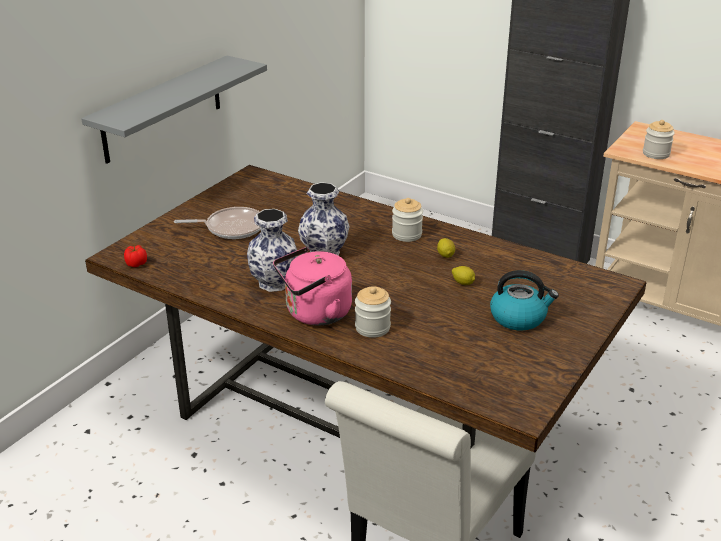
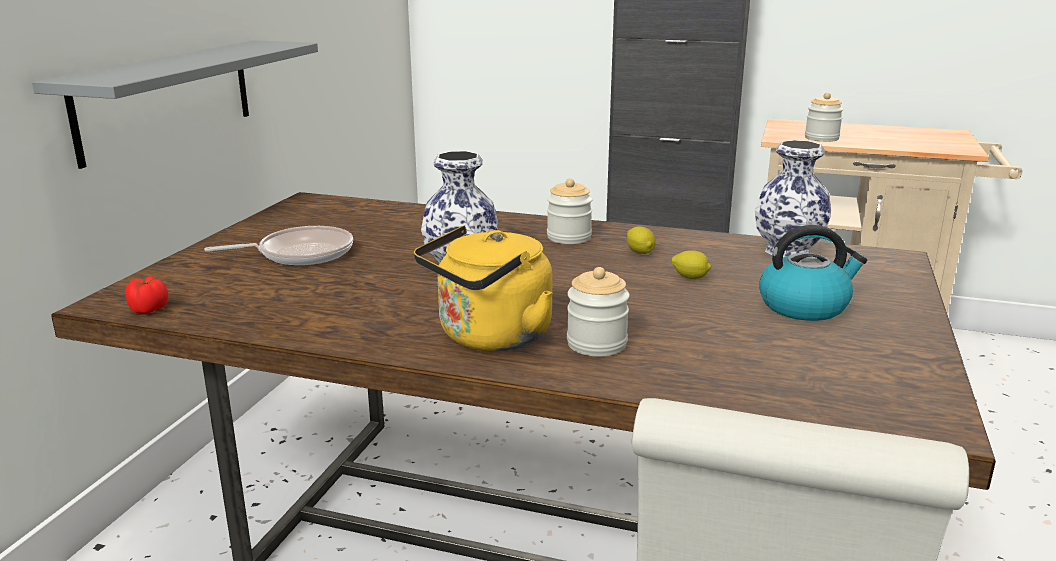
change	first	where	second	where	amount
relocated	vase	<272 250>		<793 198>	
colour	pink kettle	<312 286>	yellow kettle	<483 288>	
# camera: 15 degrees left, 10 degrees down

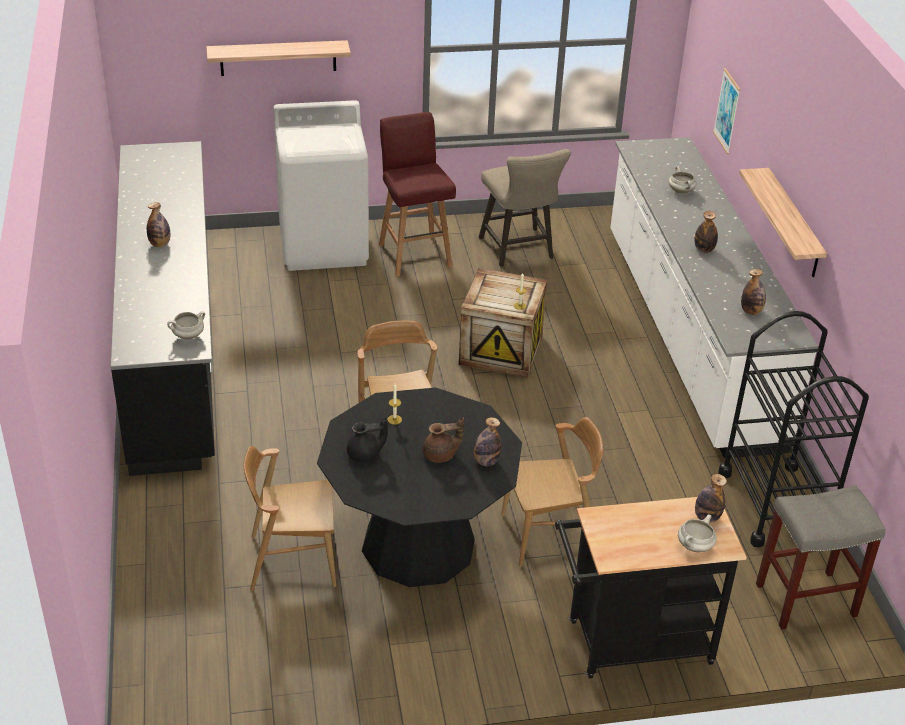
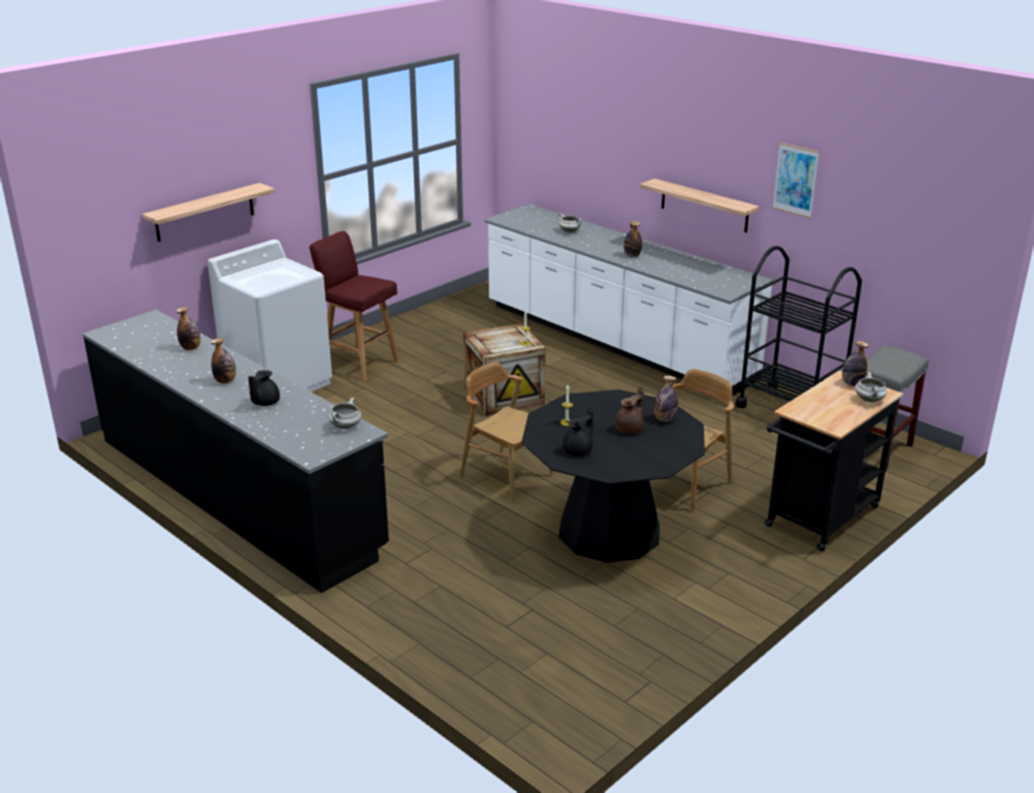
change	first	where	second	where	amount
missing	brown chair	<290 518>			
missing	beige stool	<525 208>			
appeared			black teapot	<264 388>	
relocated	picture	<727 111>		<795 180>	
relocated	bottle	<753 292>		<188 328>	
# camera: 35 degrees left, 10 degrees down

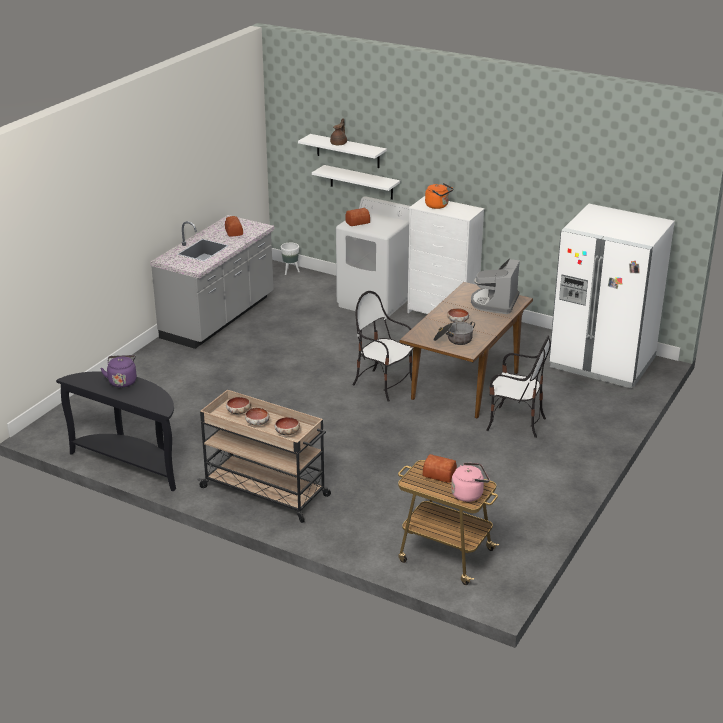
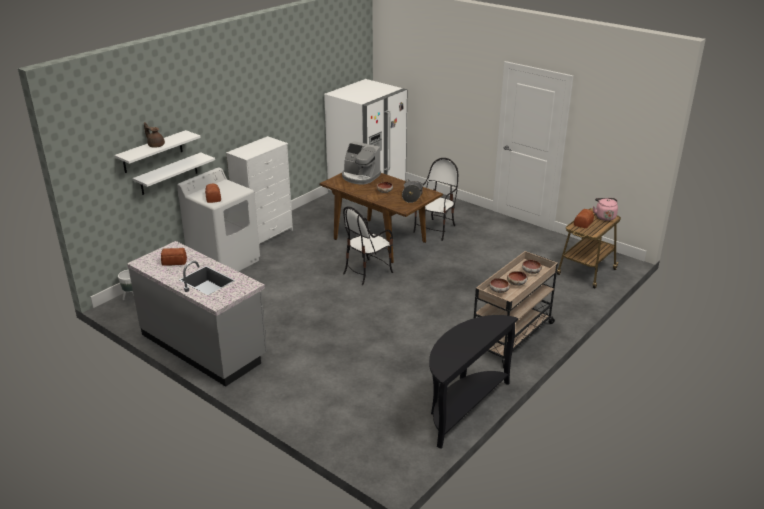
change	first	where	second	where	amount
missing	purple kettle	<118 371>			
missing	orange kettle	<439 196>			
# camera: 80 degrees left, 0 degrees up

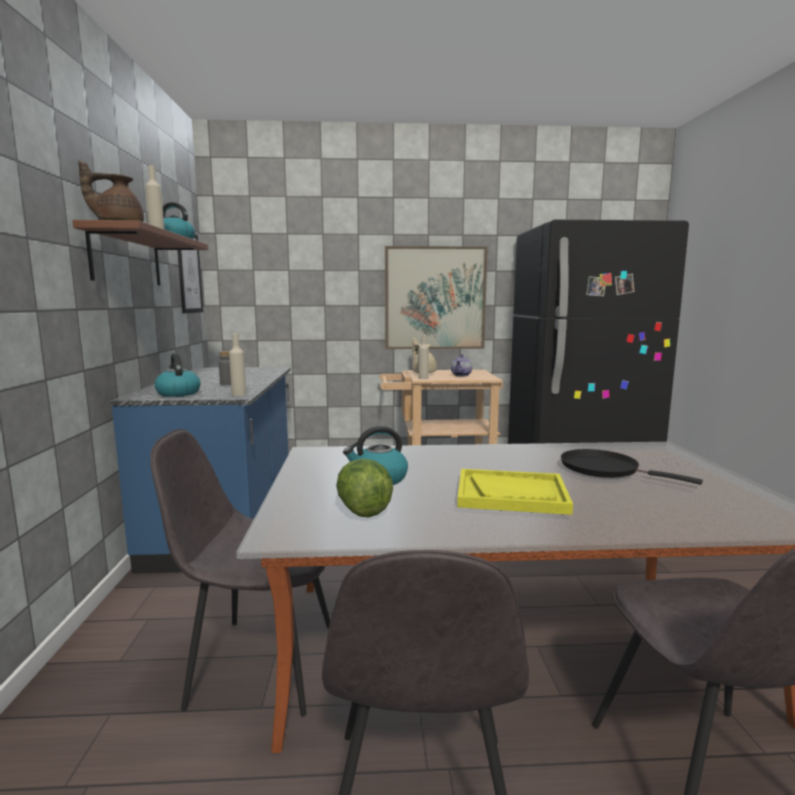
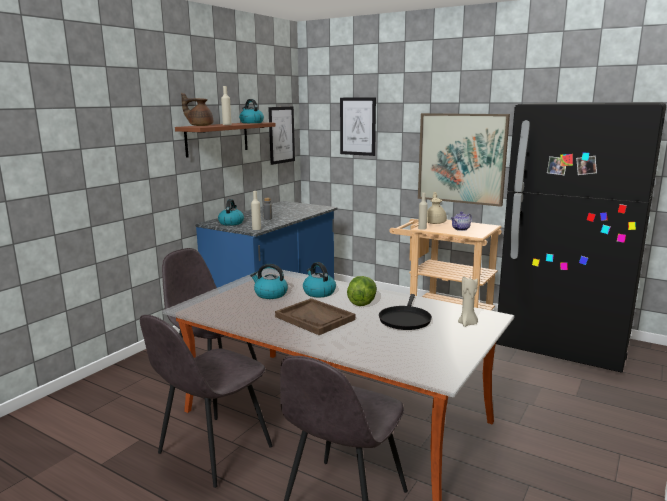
change	first	where	second	where	amount
appeared			kettle	<319 279>	
appeared			picture	<358 126>	
appeared			beige candle	<468 302>	
relocated	lettuce	<364 488>		<362 291>	
colour	yellow tray	<515 492>	brown tray	<315 316>	
spun	black frying pan	<632 467>		<405 312>	150 degrees counterclockwise
# camera: 35 degrees right, 5 degrees up

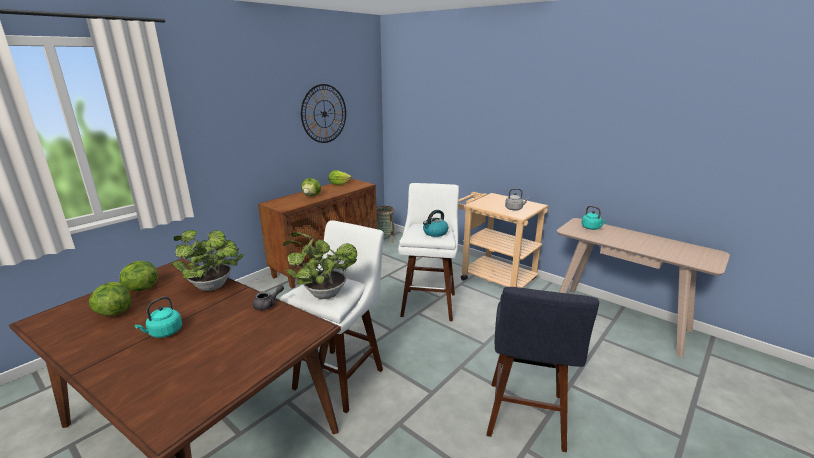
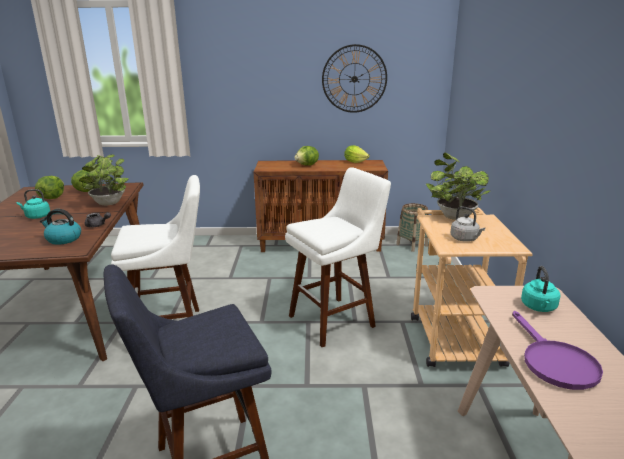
change	first	where	second	where	amount
appeared			purple frying pan	<557 350>	
relocated	potted plant	<320 265>		<458 186>	
relocated	kettle	<435 223>		<60 227>	
# camera: 50 degrees right, 0 degrees up

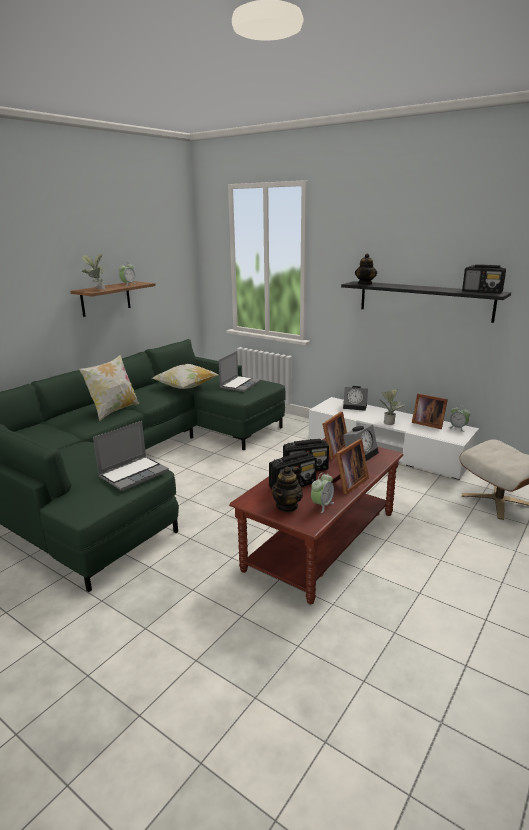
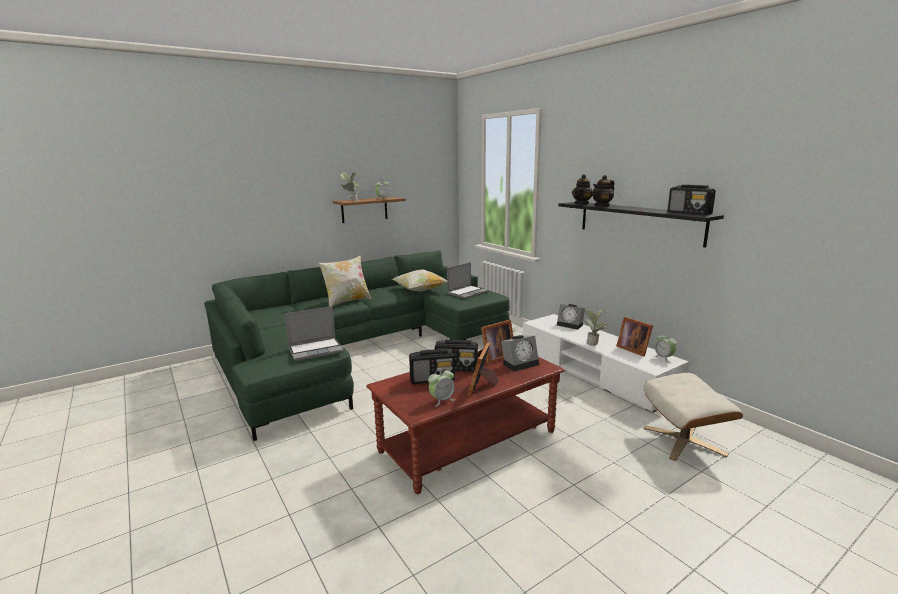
change	first	where	second	where	amount
relocated	teapot	<287 490>		<603 191>	
spun	picture frame	<349 466>		<483 369>	135 degrees clockwise
# camera: 20 degrees right, 5 degrees down

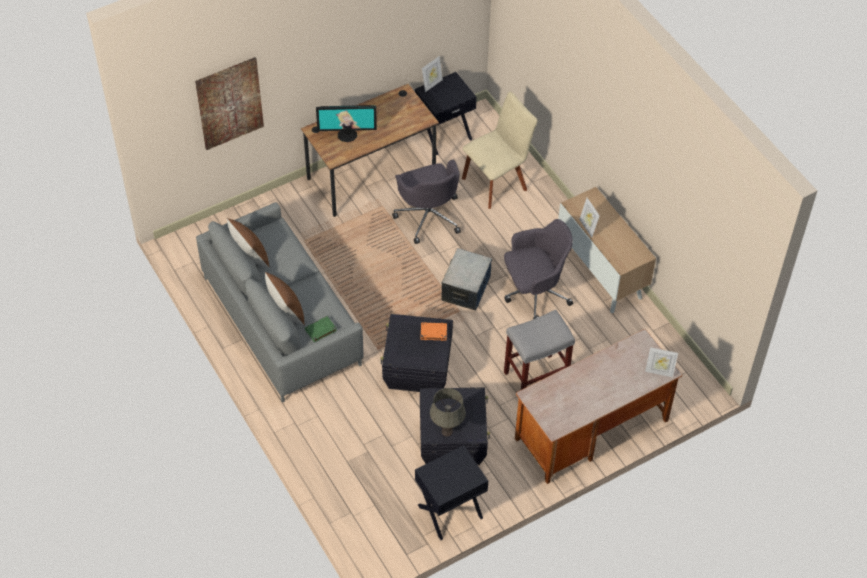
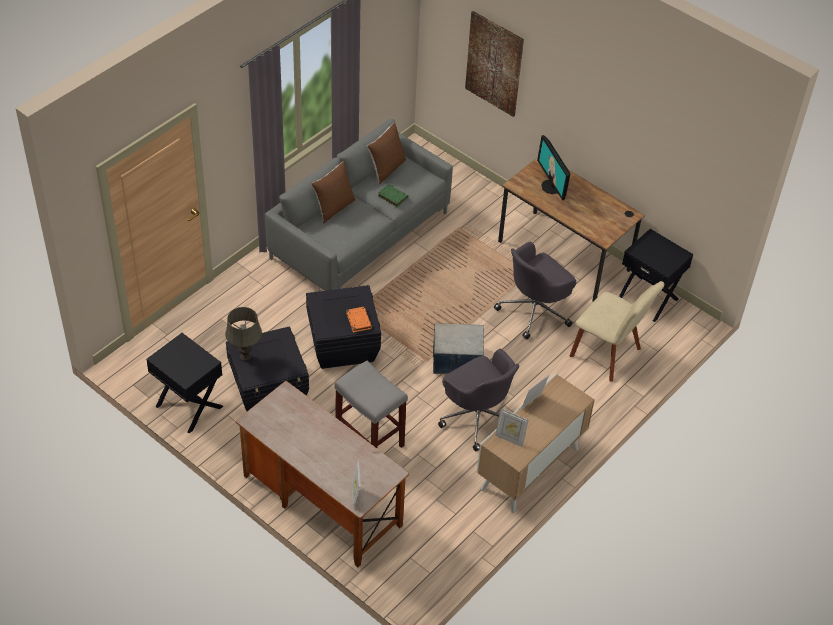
change	first	where	second	where	amount
relocated	green book	<321 329>		<393 195>	
relocated	picture frame	<432 74>		<512 427>	
# camera: 70 degrees right, 5 degrees down

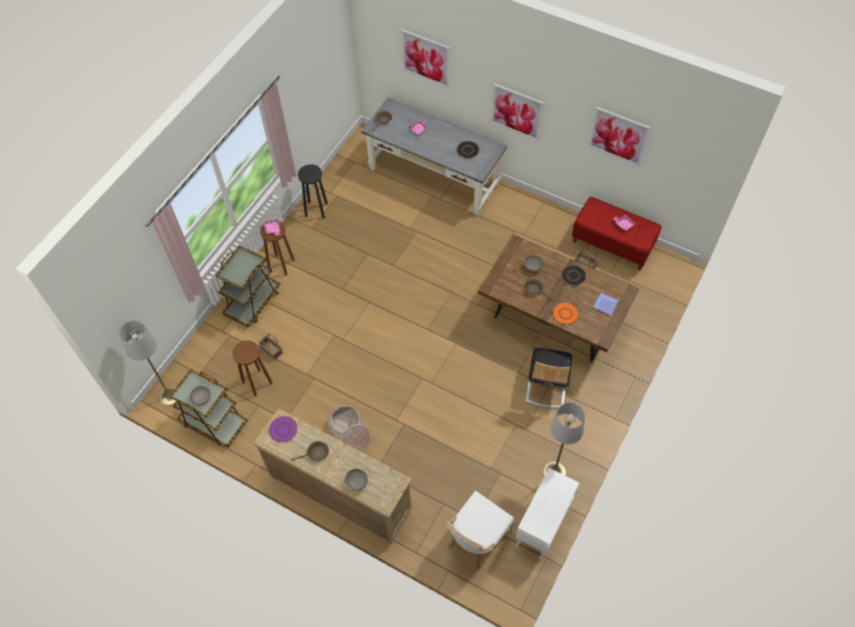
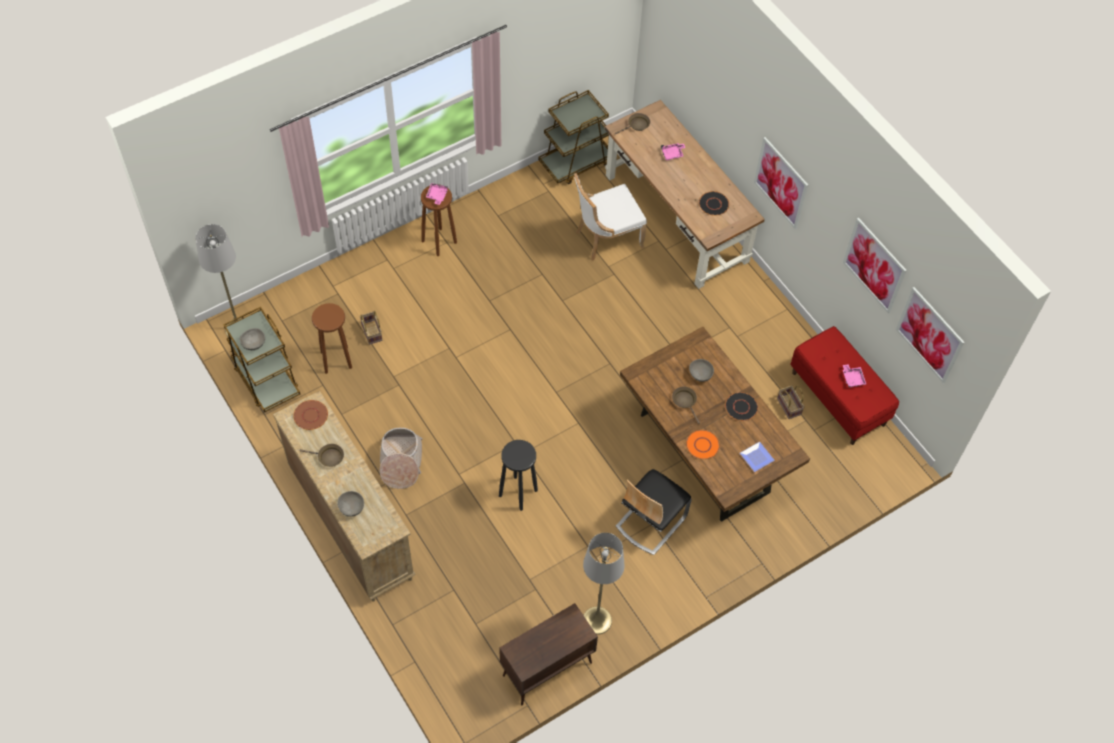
change	first	where	second	where	amount
relocated	brown cart	<248 286>		<573 137>	
relocated	black stool	<313 191>		<518 475>	
relocated	picture	<425 58>		<930 335>	
relocated	white chair	<479 530>		<610 217>	
colour	purple plate	<283 429>	brown plate	<310 415>	
colour	grey desk	<434 157>	brown desk	<685 194>	
colour	white cabinet	<547 514>	brown cabinet	<548 654>	
# camera: 25 degrees right, 0 degrees up

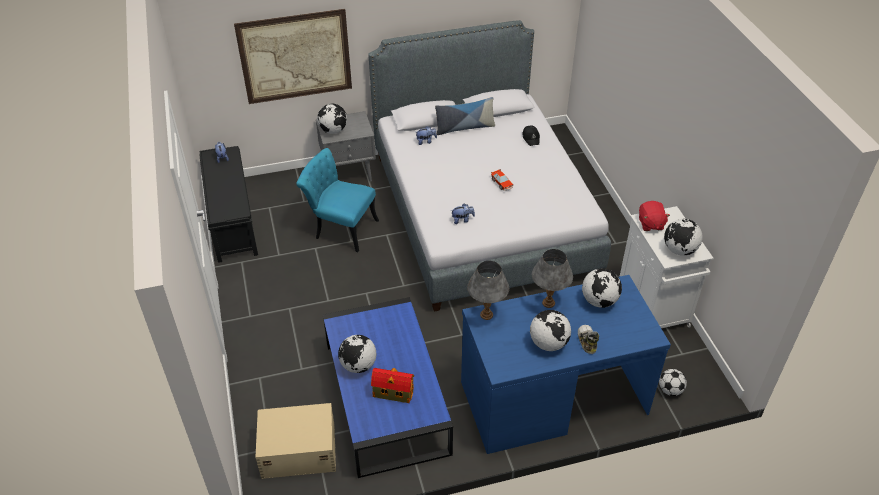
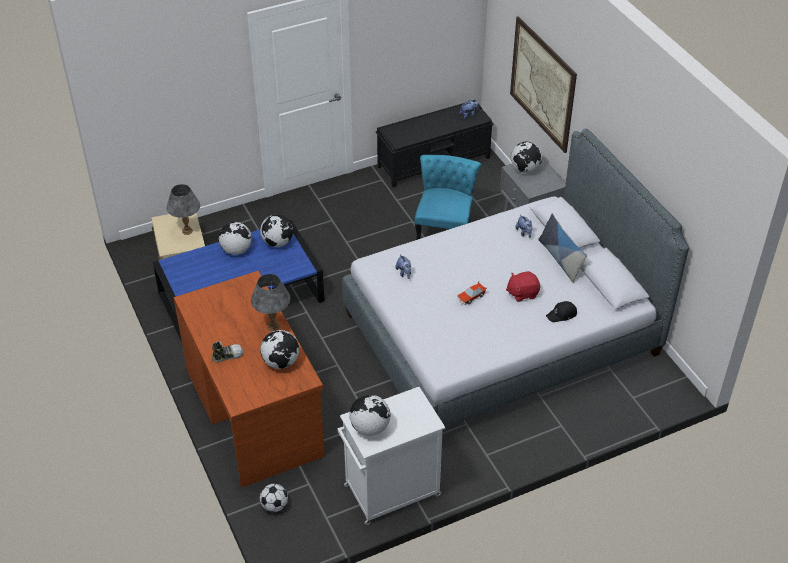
change	first	where	second	where	amount
missing	toy house	<392 385>			
relocated	grey table lamp	<488 290>		<183 209>	
relocated	globe	<550 330>		<276 230>	
relocated	red plush toy	<654 216>		<523 286>	
colour	blue desk	<566 364>	brown desk	<249 379>	
# camera: 80 degrees right, 0 degrees up

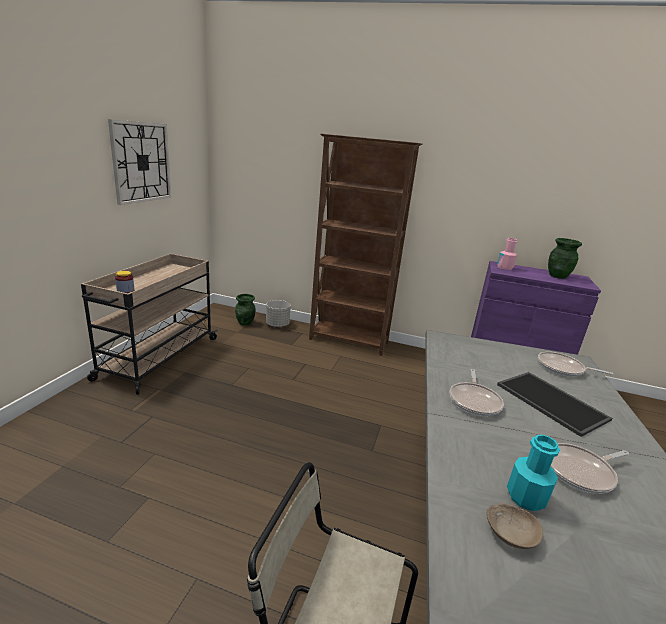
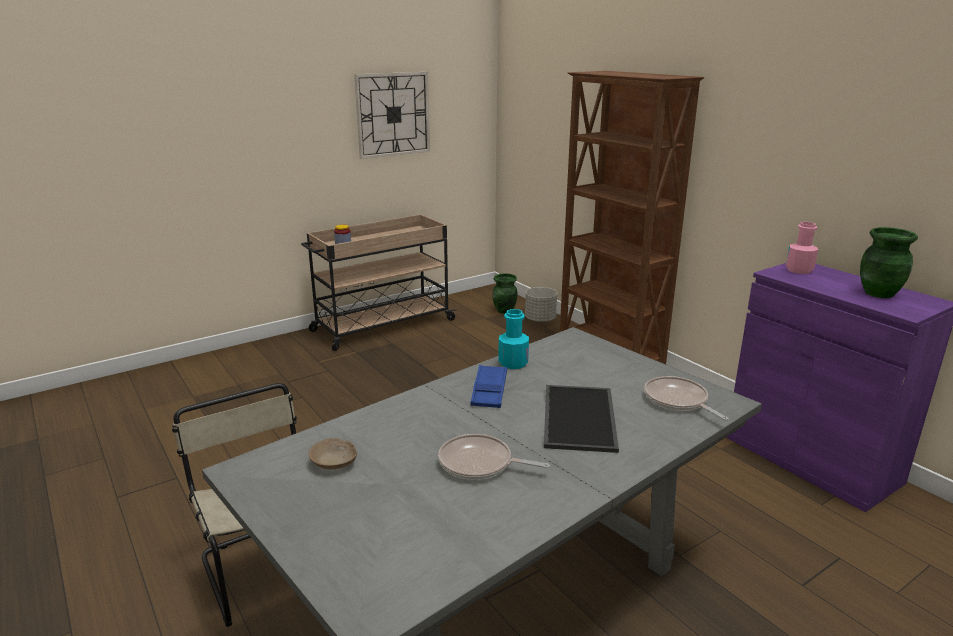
change	first	where	second	where	amount
relocated	turquoise bottle	<533 473>		<513 339>	
exchanged	frying pan	<477 392>	blue tray	<488 386>	
# camera: 40 degrees right, 0 degrees up

